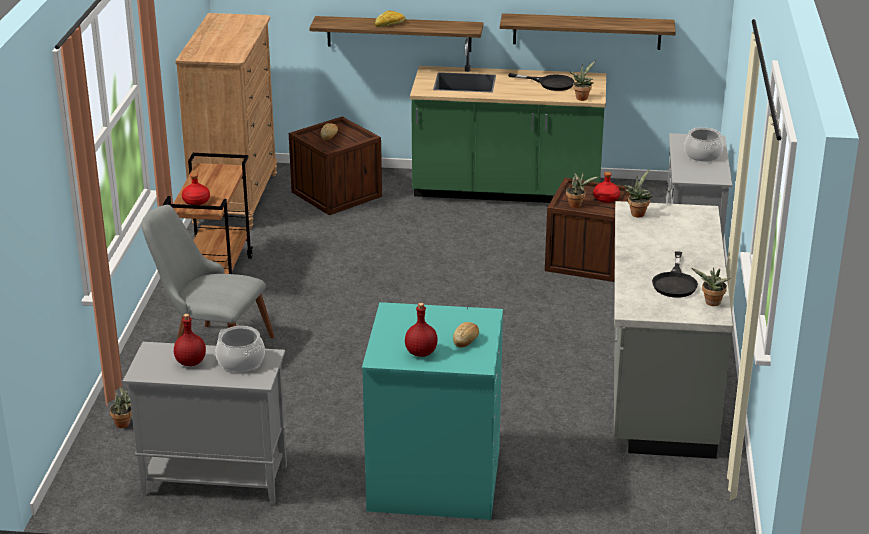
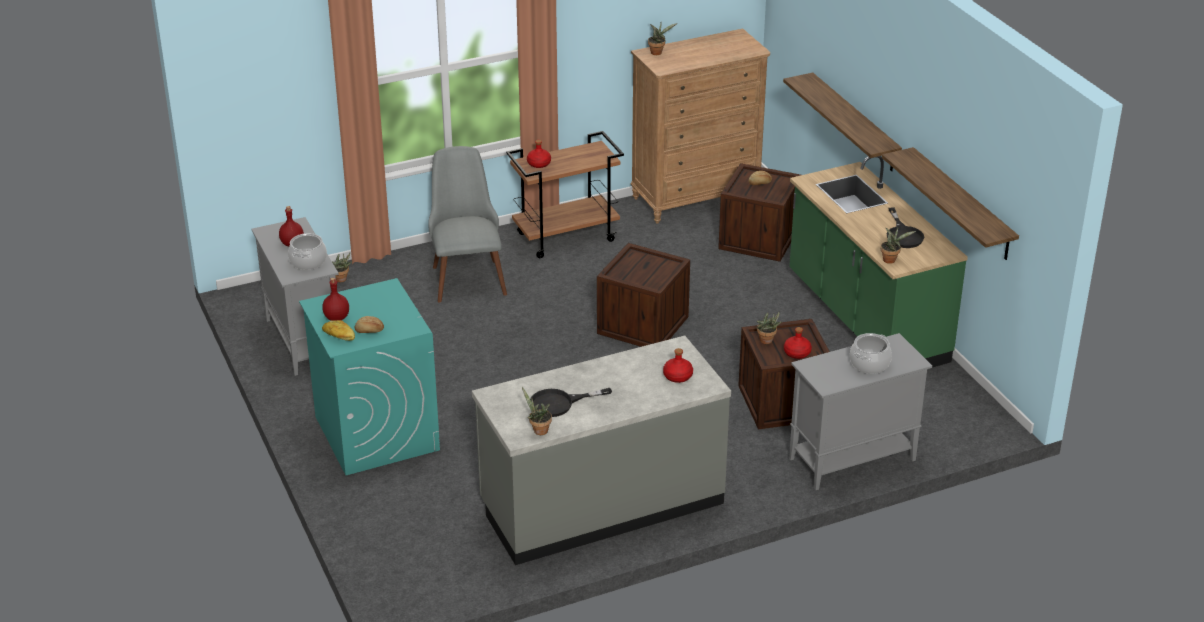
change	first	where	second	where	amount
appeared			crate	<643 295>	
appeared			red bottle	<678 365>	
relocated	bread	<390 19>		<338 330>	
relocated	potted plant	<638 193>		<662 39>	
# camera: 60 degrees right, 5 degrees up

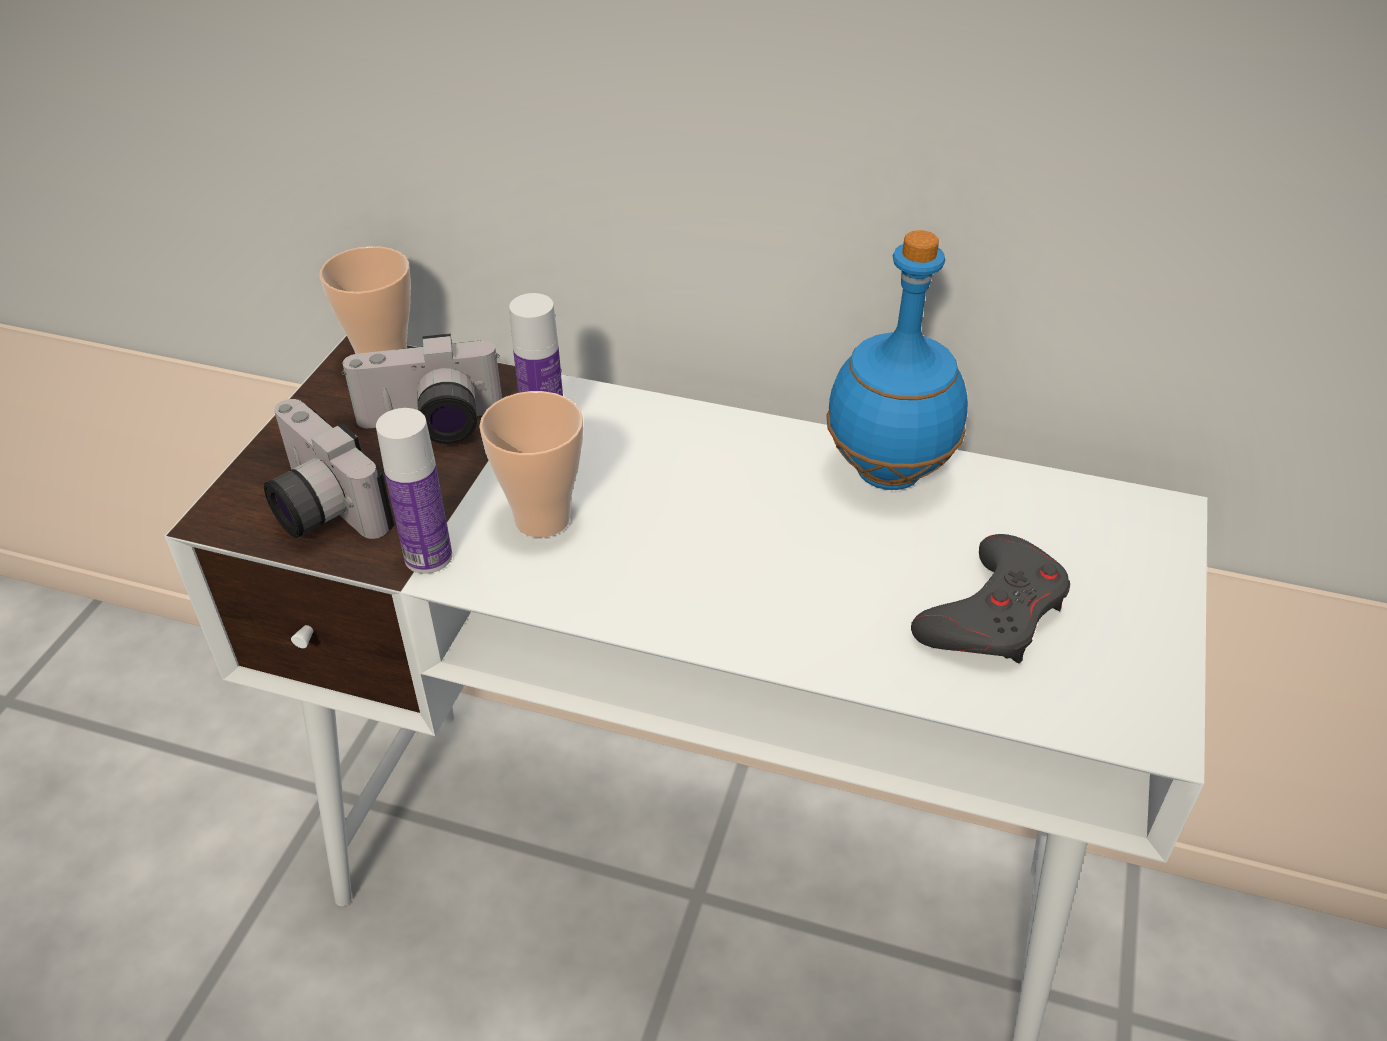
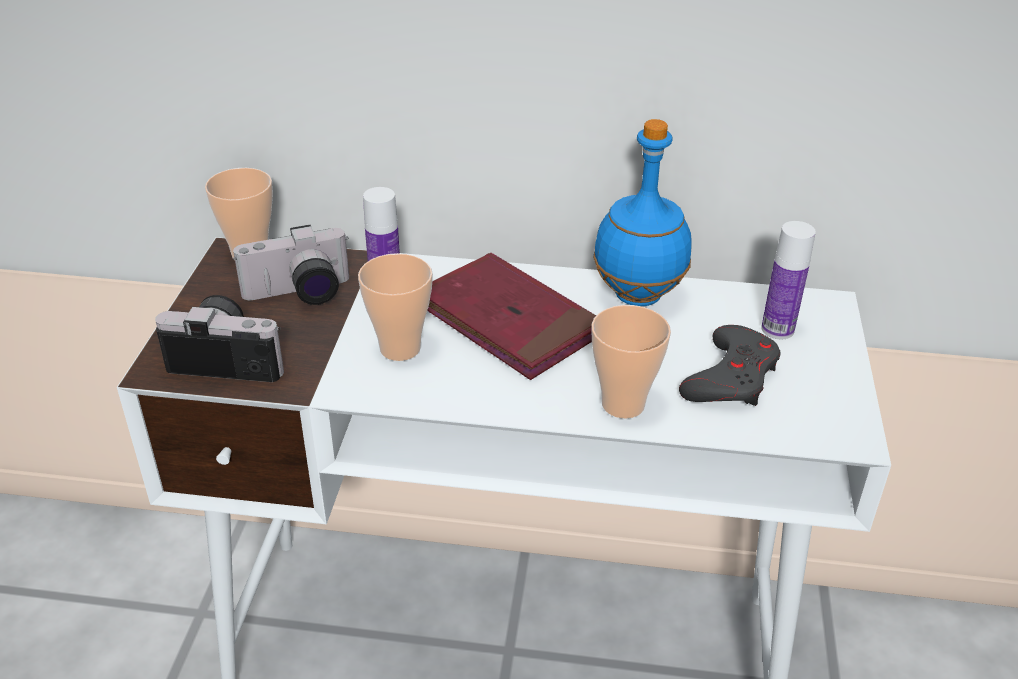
change	first	where	second	where	amount
appeared			red book	<511 316>	
appeared			cup	<631 361>	
relocated	bottle	<414 491>		<788 280>	
spun	photo camera	<329 469>		<219 338>	150 degrees clockwise
# camera: 10 degrees left, 5 degrees down

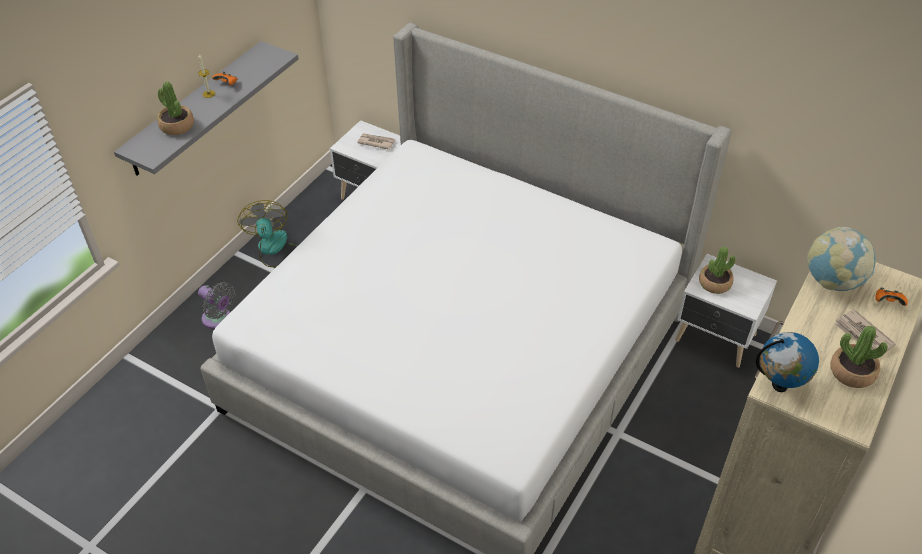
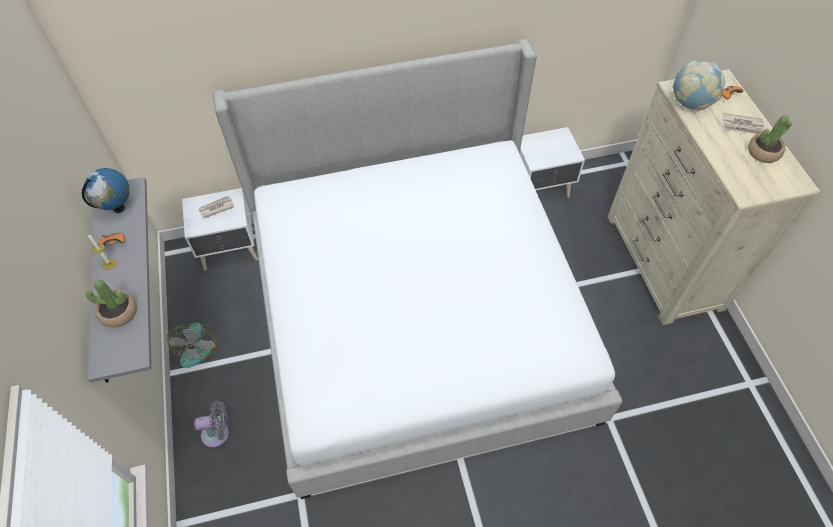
change	first	where	second	where	amount
missing	potted plant	<717 270>			
relocated	globe	<787 362>		<106 190>	
spun	fan	<267 233>		<192 345>	120 degrees counterclockwise
# camera: 45 degrees left, 10 degrees up

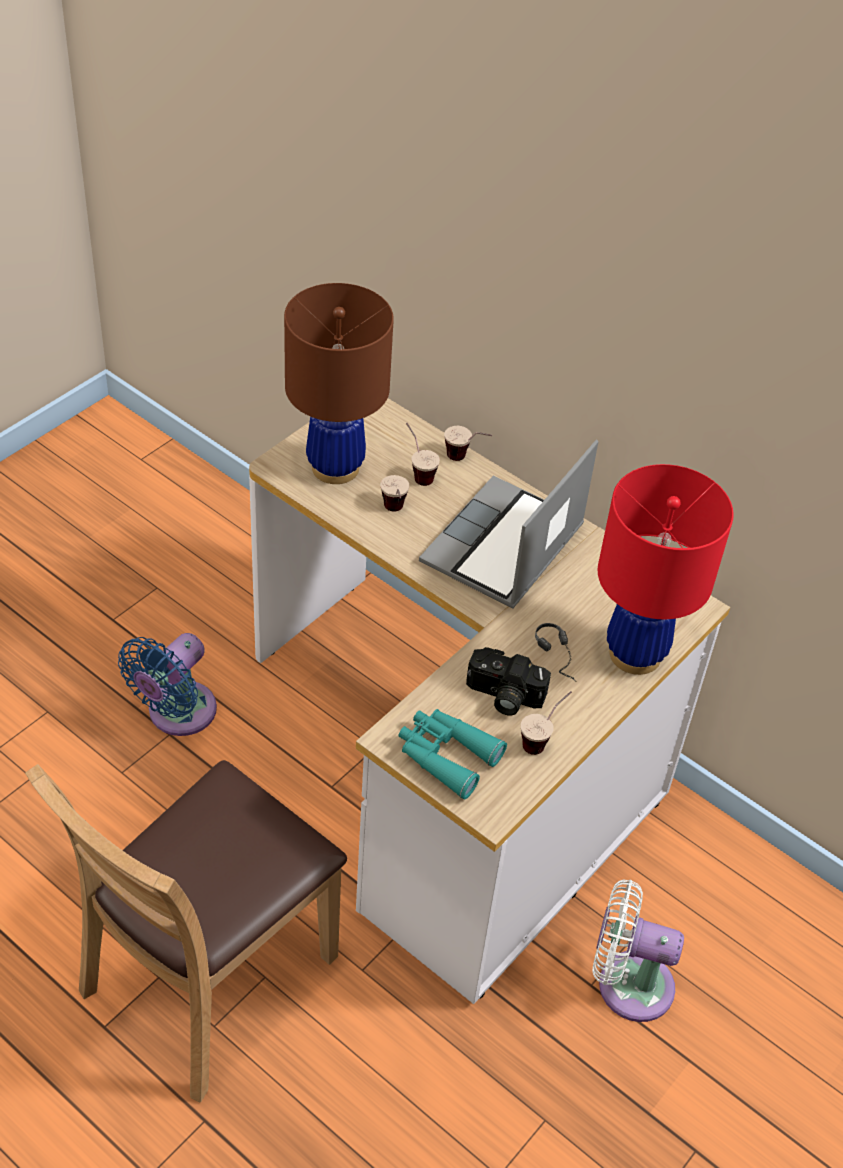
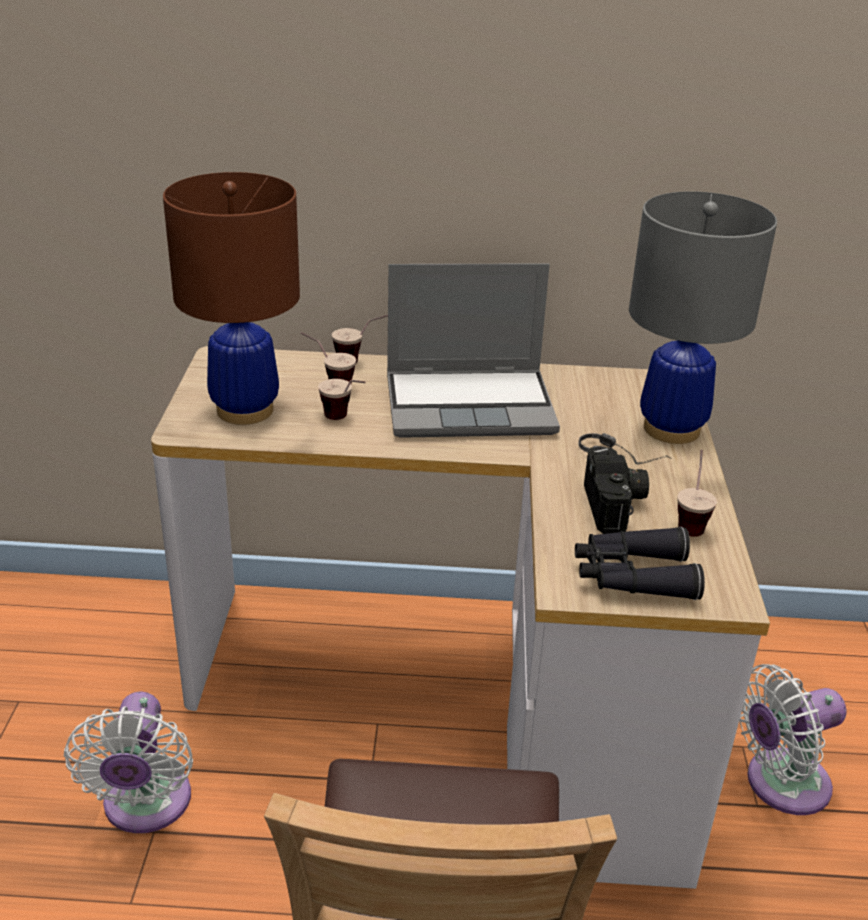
change	first	where	second	where	amount
colour	blue fan	<167 684>	white fan	<128 762>	
colour	turquoise binoculars	<452 754>	black binoculars	<640 563>	
colour	red table lamp	<666 569>	grey table lamp	<703 317>	
spun	laptop	<508 524>		<473 350>	90 degrees counterclockwise
spun	photo camera	<508 681>		<616 490>	75 degrees counterclockwise
# camera: 35 degrees left, 15 degrees down

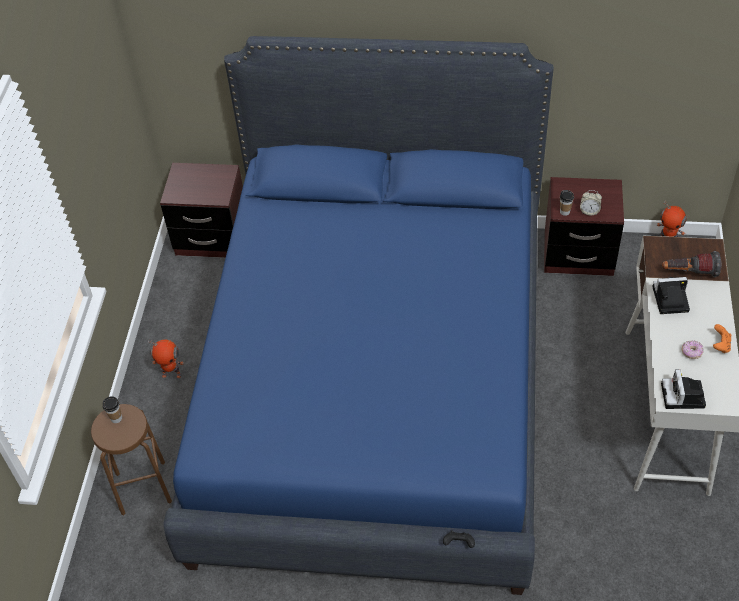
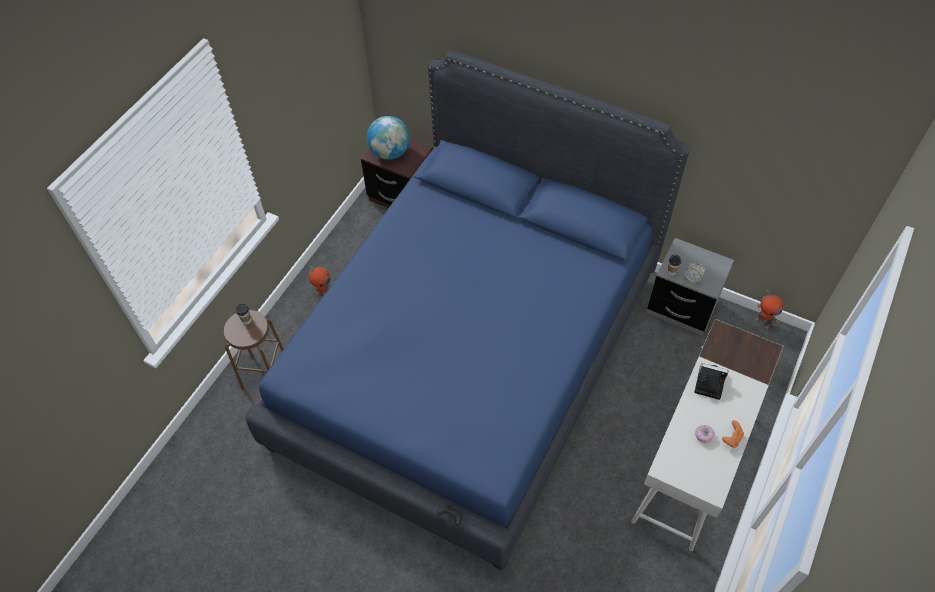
change	first	where	second	where	amount
missing	photo camera	<683 389>			
missing	flashlight	<692 264>			
appeared			globe	<388 138>	
colour	brown nightstand	<584 226>	grey nightstand	<690 287>	
# camera: 20 degrees right, 5 degrees up

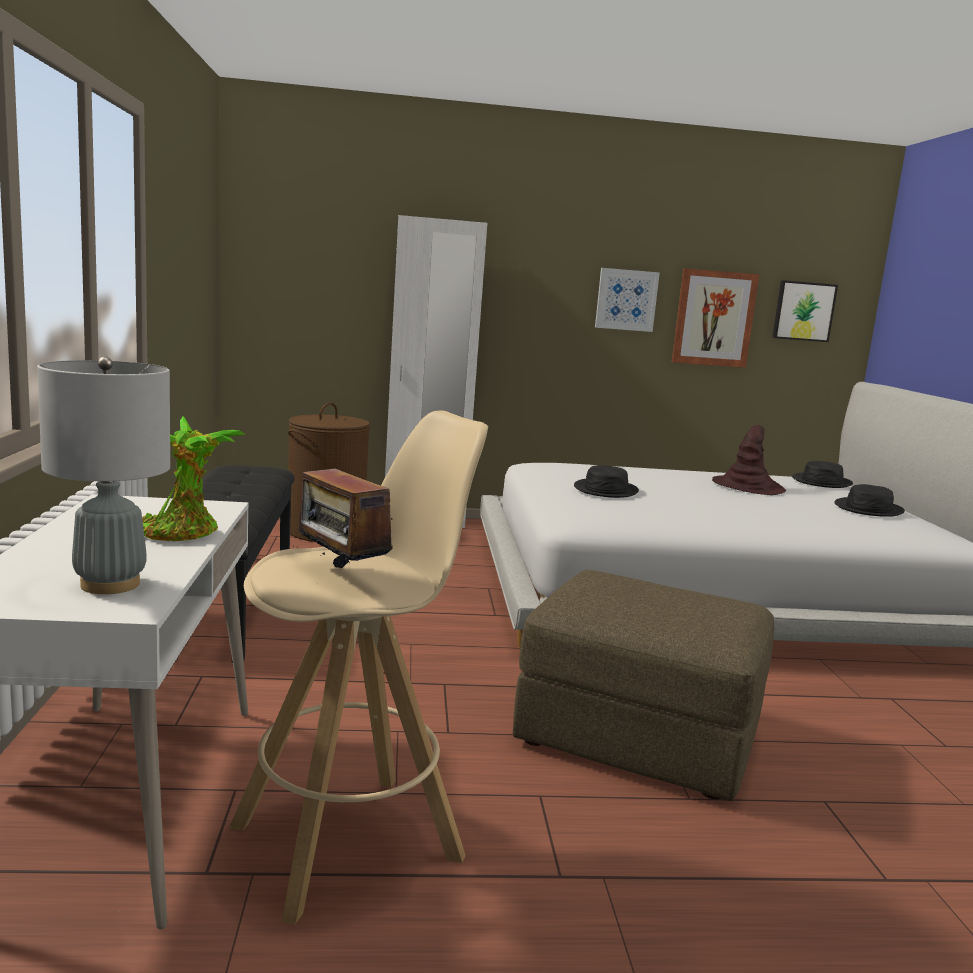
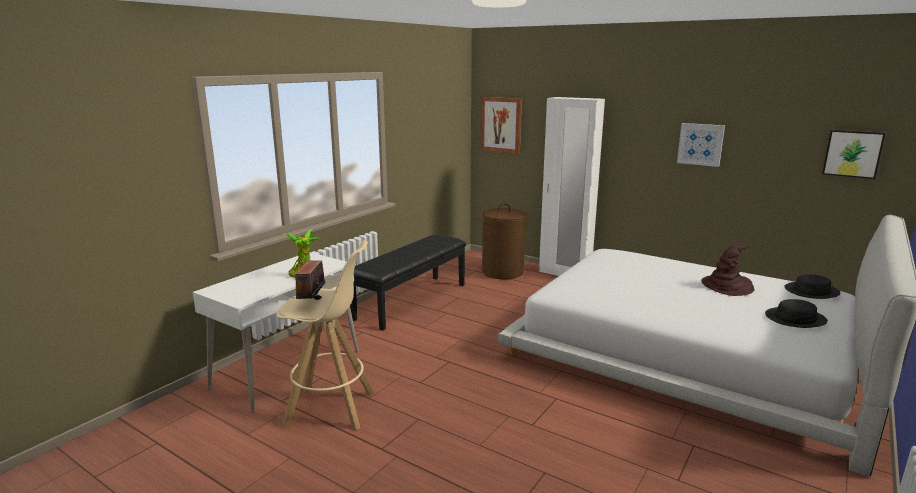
change	first	where	second	where	amount
missing	grey table lamp	<103 475>			
missing	brown ottoman	<643 685>			
missing	black hat	<606 481>			
relocated	picture	<715 318>		<501 125>	
# camera: 40 degrees right, 5 degrees up

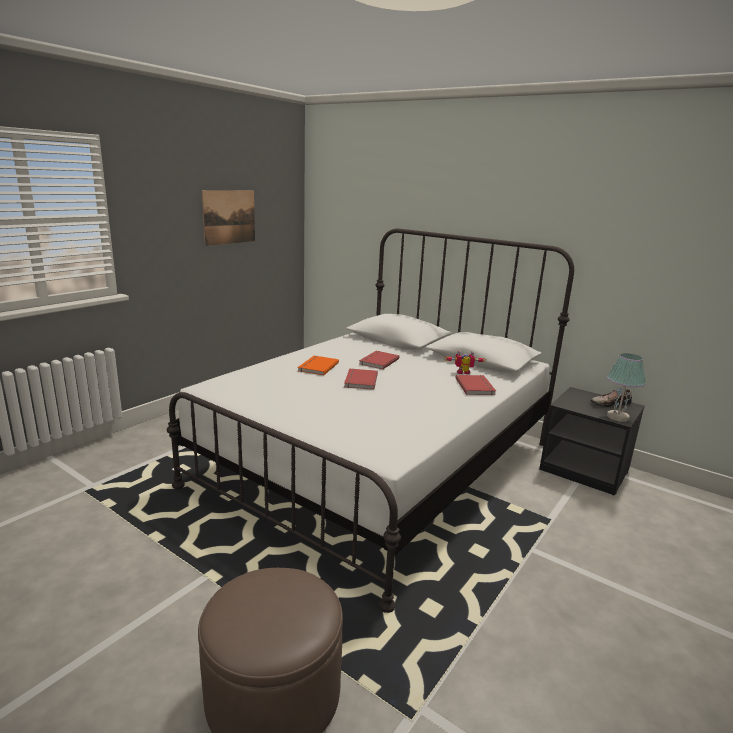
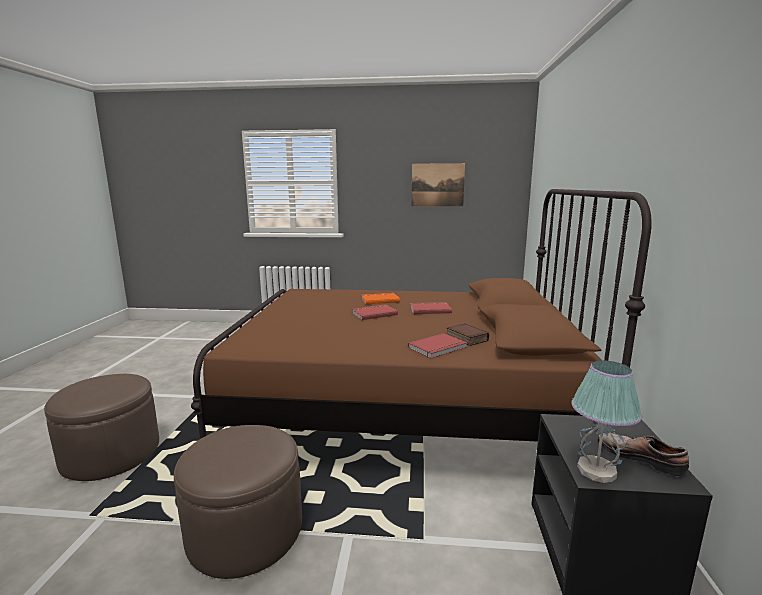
change	first	where	second	where	amount
appeared			brown ottoman	<238 502>	
exchanged	toy robot	<465 362>	book	<468 334>	
colour	white bed	<370 420>	brown bed	<421 315>	
# camera: 60 degrees right, 5 degrees down

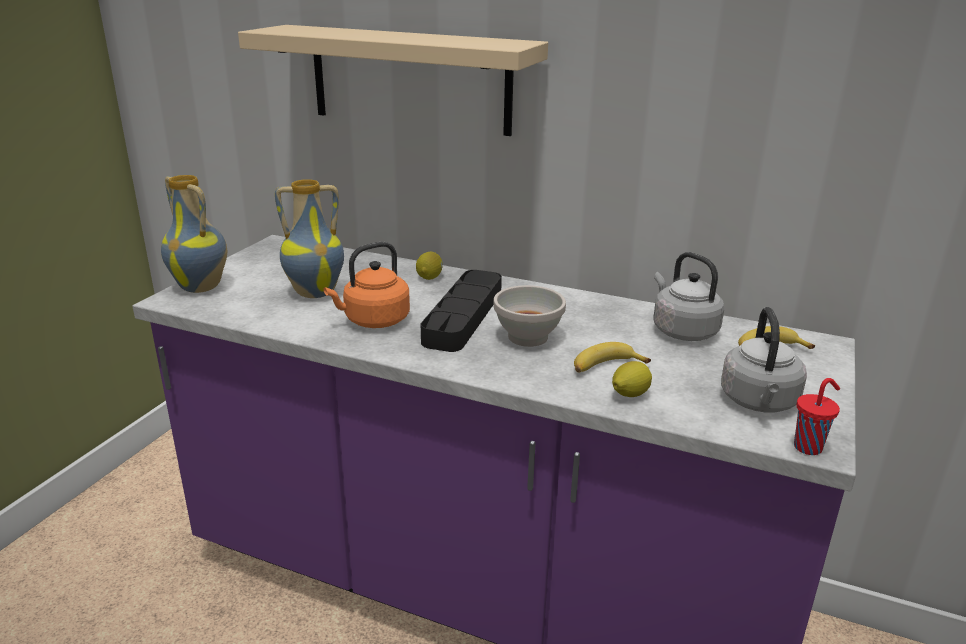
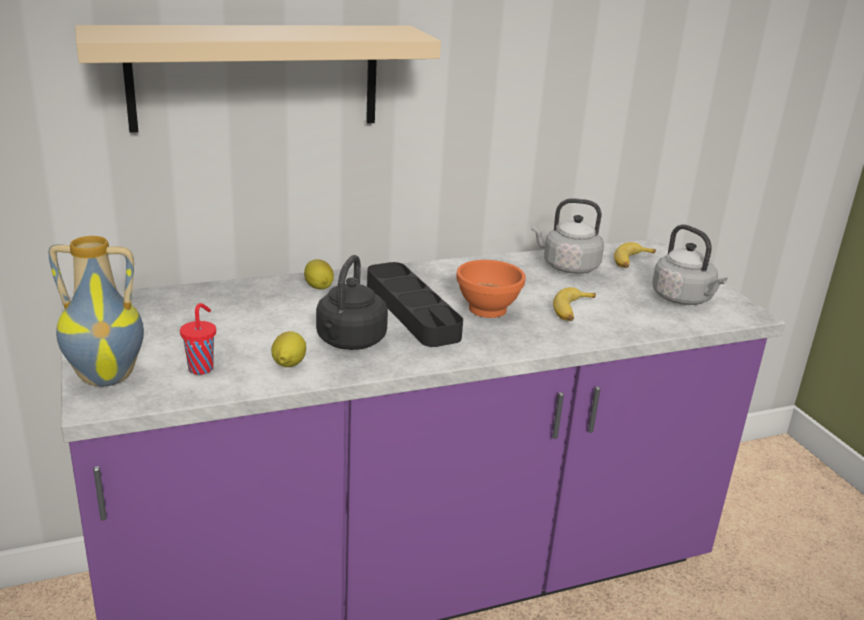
change	first	where	second	where	amount
missing	vase	<309 238>			
relocated	lemon	<632 379>		<288 349>	
relocated	red cup	<817 416>		<198 339>	
colour	orange kettle	<366 285>	black kettle	<352 302>	
colour	white bowl	<529 316>	orange bowl	<490 289>	
# camera: 45 degrees left, 0 degrees up

